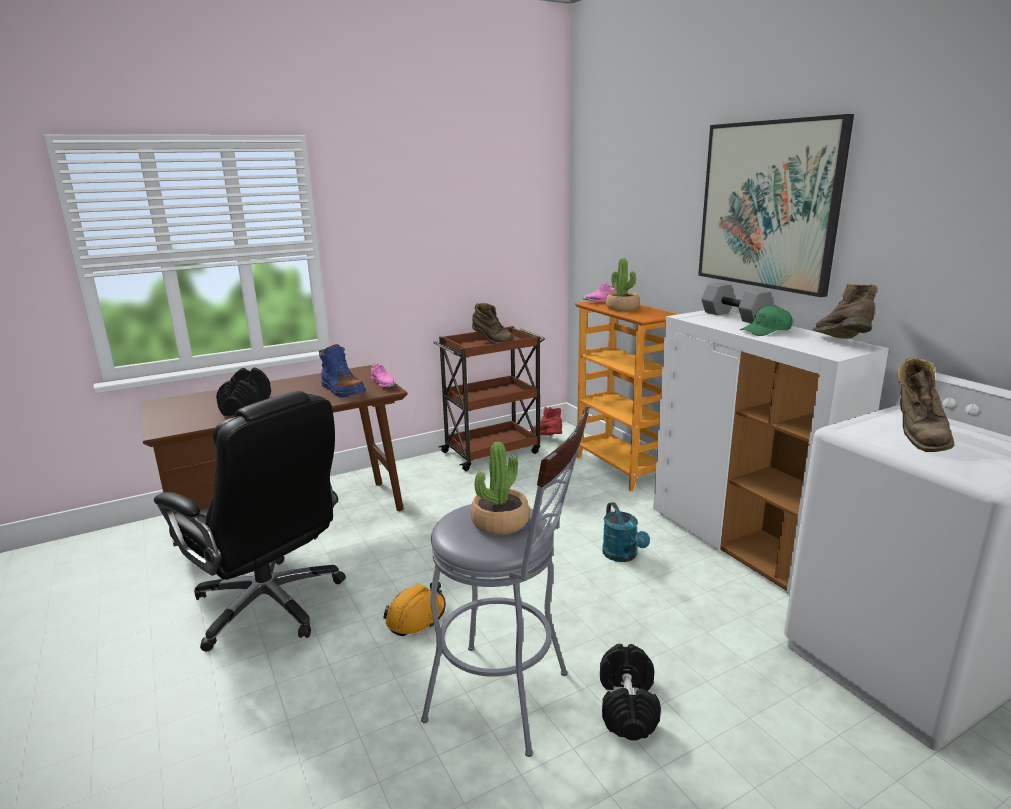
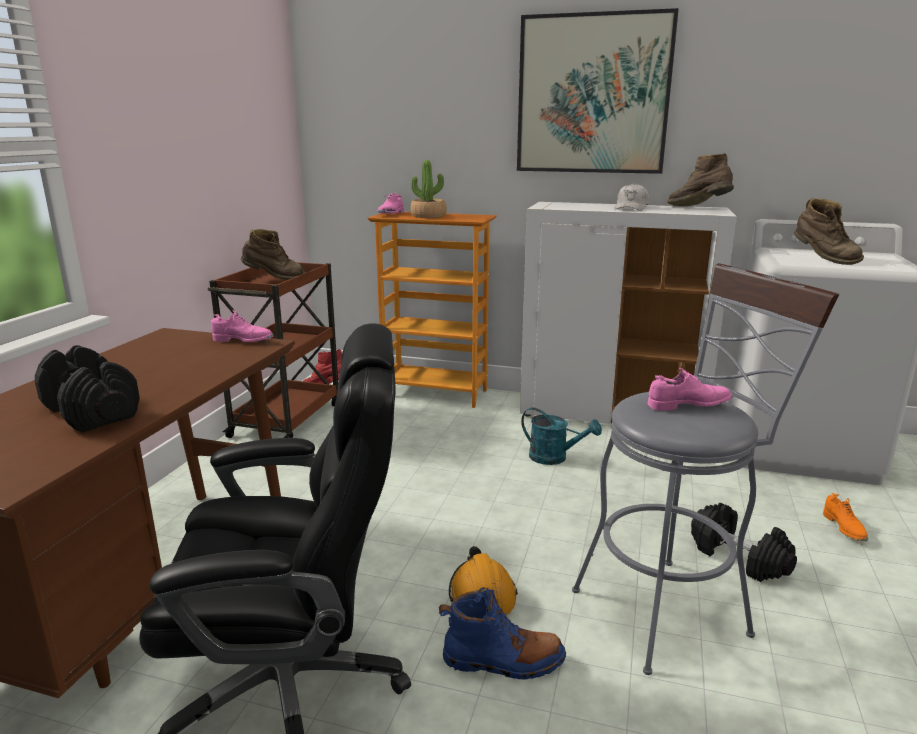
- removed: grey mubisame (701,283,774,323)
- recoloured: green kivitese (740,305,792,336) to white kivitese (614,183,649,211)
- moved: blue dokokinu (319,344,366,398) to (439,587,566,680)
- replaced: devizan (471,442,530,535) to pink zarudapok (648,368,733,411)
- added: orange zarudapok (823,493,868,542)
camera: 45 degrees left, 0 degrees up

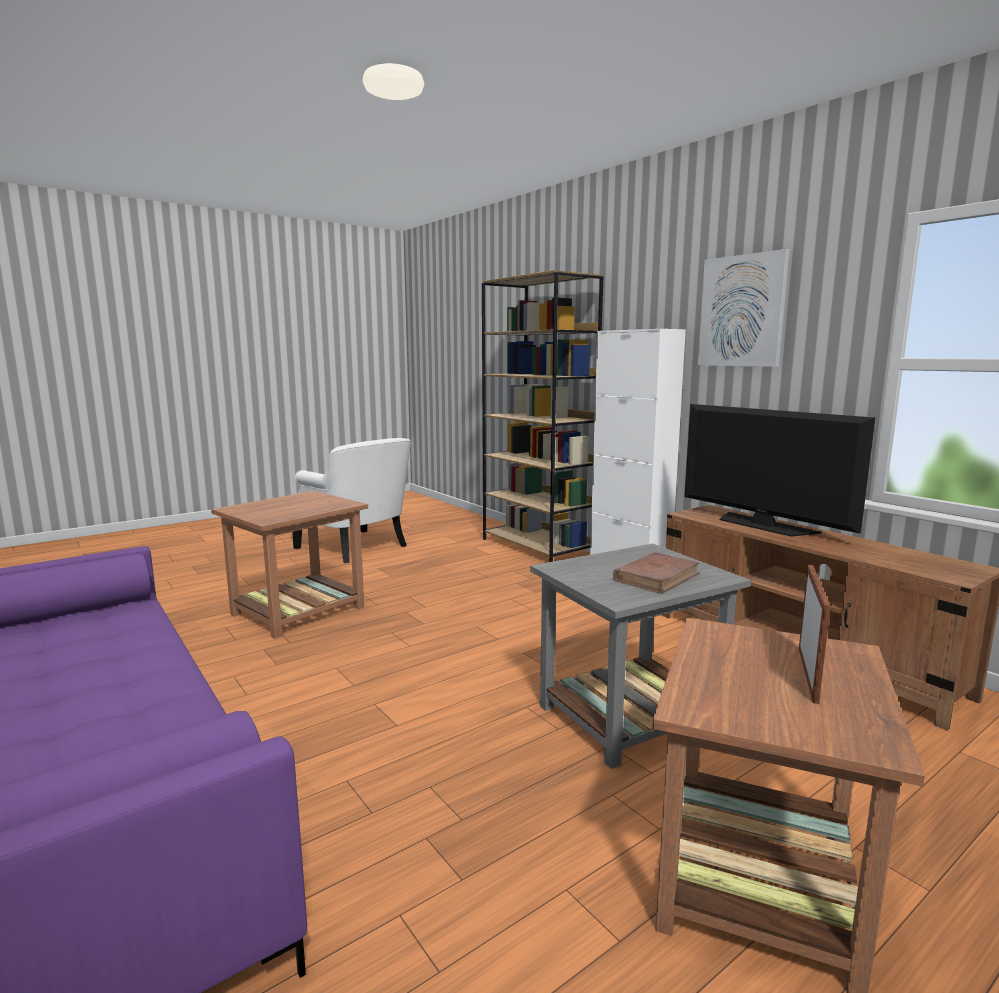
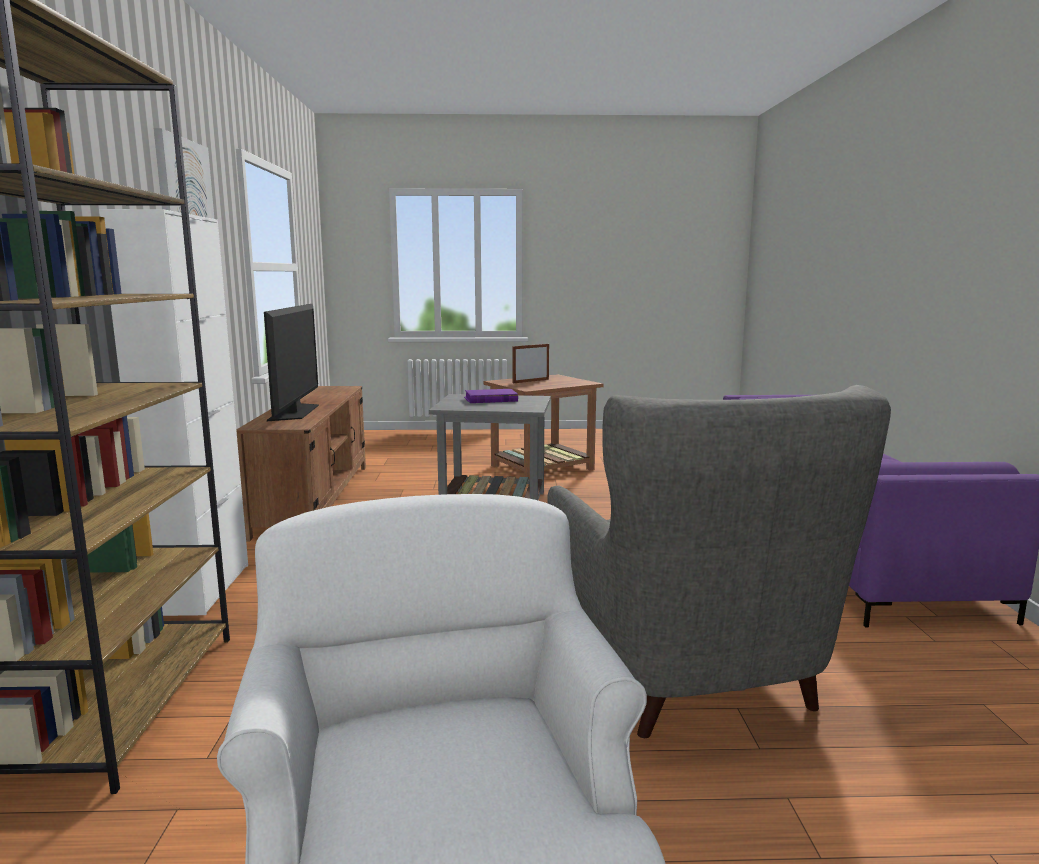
- replaced: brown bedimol (211,491,368,639) to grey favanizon (547,385,891,738)
- recoloured: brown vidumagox (613,552,700,594) to purple vidumagox (464,389,518,403)
camera: 145 degrees left, 0 degrees up

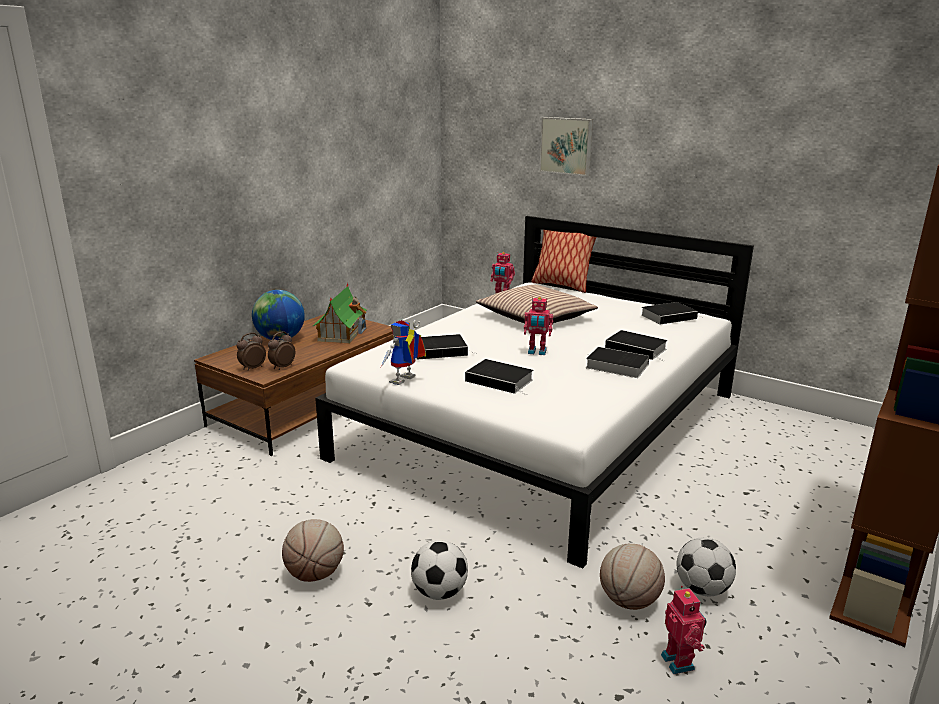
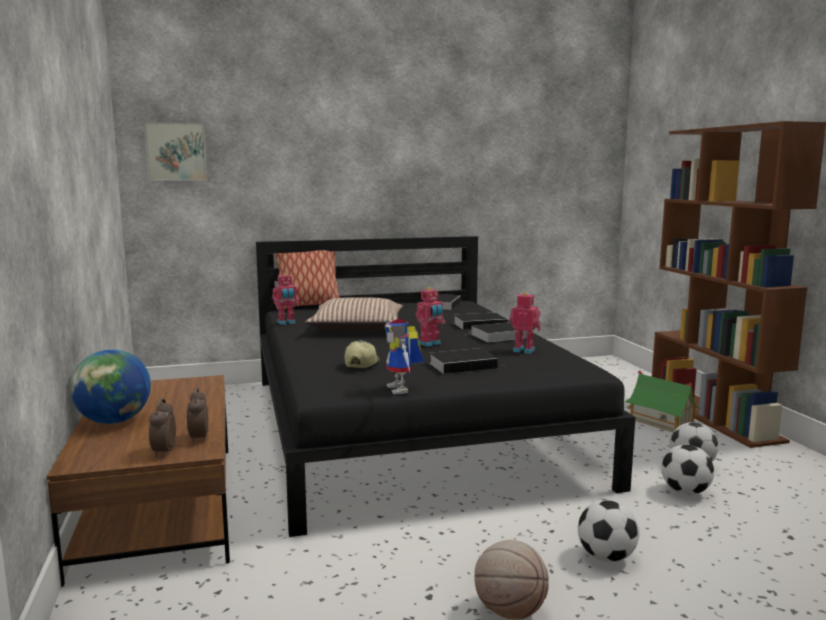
- moved: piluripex (539,117,593,176) to (144,122,207,181)
- recoloured: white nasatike (315,216,754,569) to black nasatike (256,236,635,537)
- moved: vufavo (313,283,367,343) to (625,370,702,432)
- replaced: vidumagox (416,334,476,360) to kivitese (344,340,380,368)
- replaced: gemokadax (600,544,665,610) to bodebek (661,445,714,495)
- moved: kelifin (661,586,707,674) to (509,292,541,354)
camera: 50 degrees left, 10 degrees down

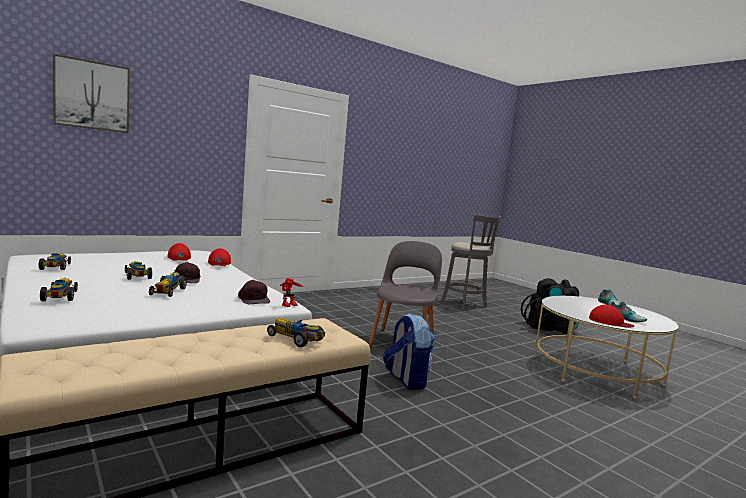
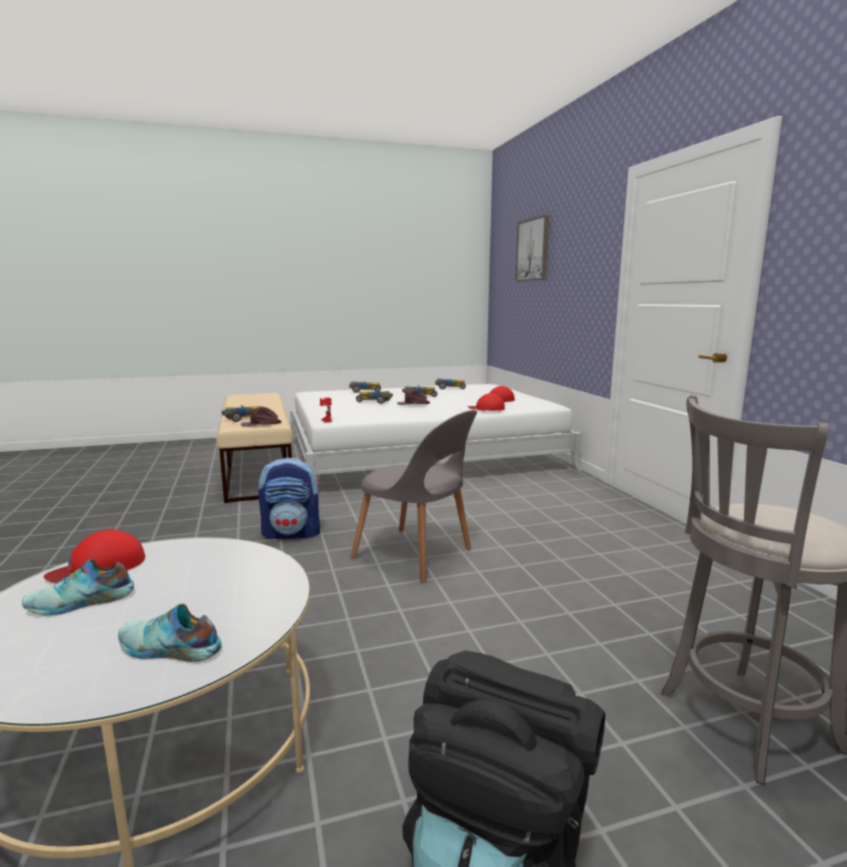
- moved: brown kivitese (238,280,270,304) to (241,406,281,427)
camera: 110 degrees right, 5 degrees up

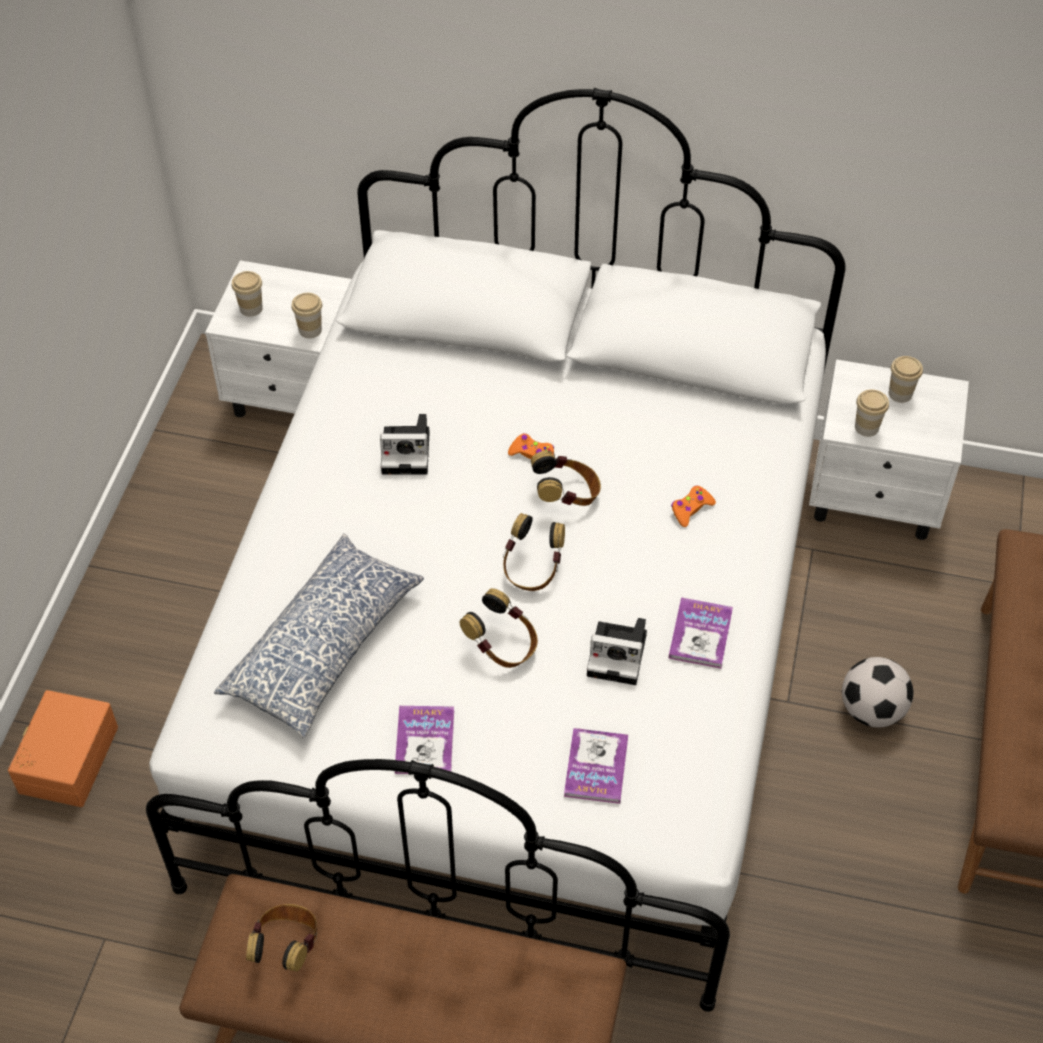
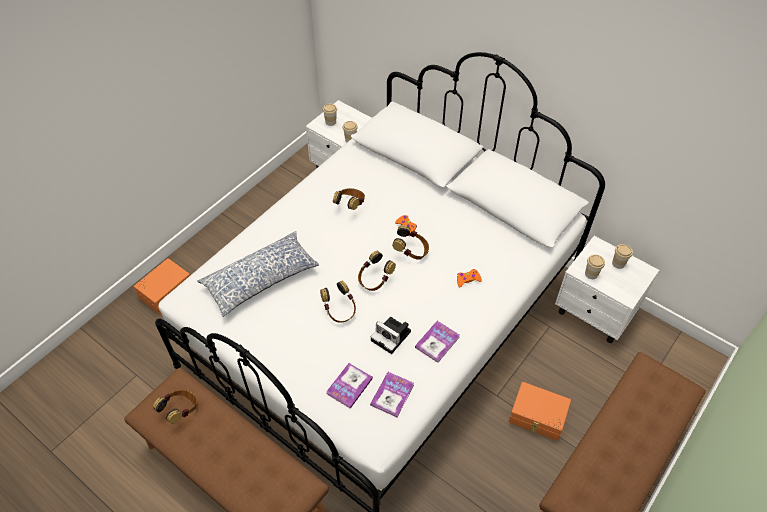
- replaced: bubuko (380,414,430,475) to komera (333,188,365,210)
- replaced: bodebek (842,657,914,728) to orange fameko (508,382,571,441)
- moved: vidumagox (395,706,454,774) to (370,372,414,417)
camera: 25 degrees right, 0 degrees up

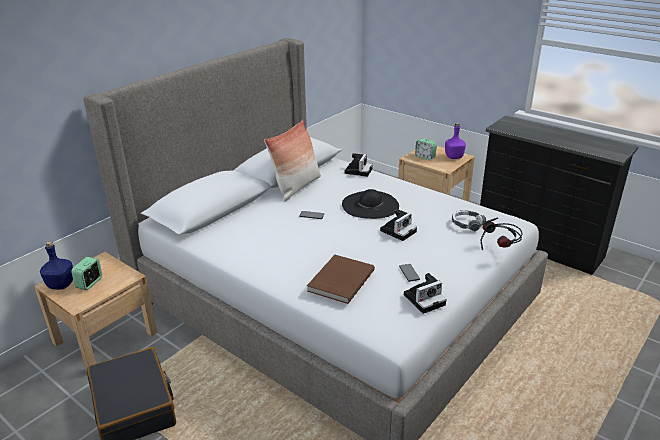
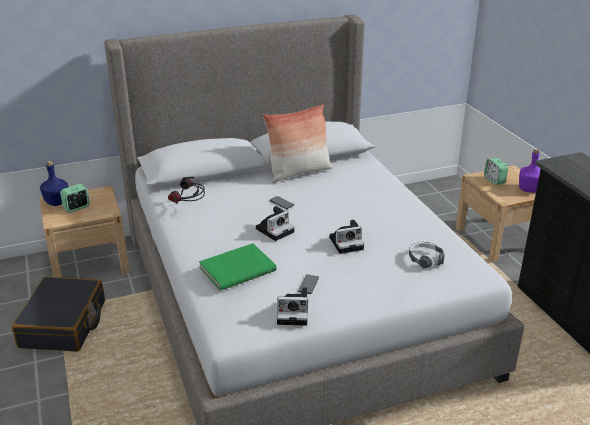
- moved: bubuko (344,153,373,177) to (256,206,294,241)
- removed: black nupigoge (342,189,399,219)
- moved: komera (480,217,523,250) to (168,177,205,204)
- recoloured: brown vidumagox (307,255,375,304) to green vidumagox (199,243,277,291)
camera: 30 degrees right, 0 degrees up

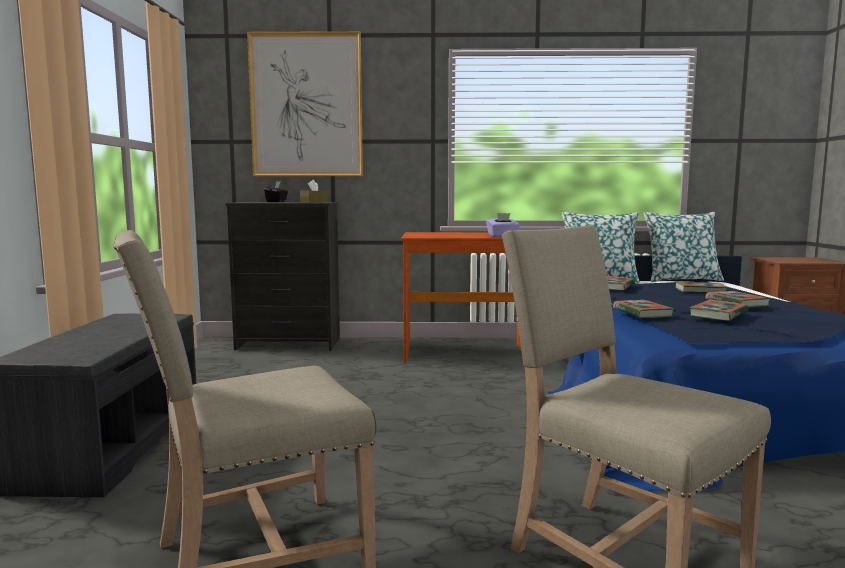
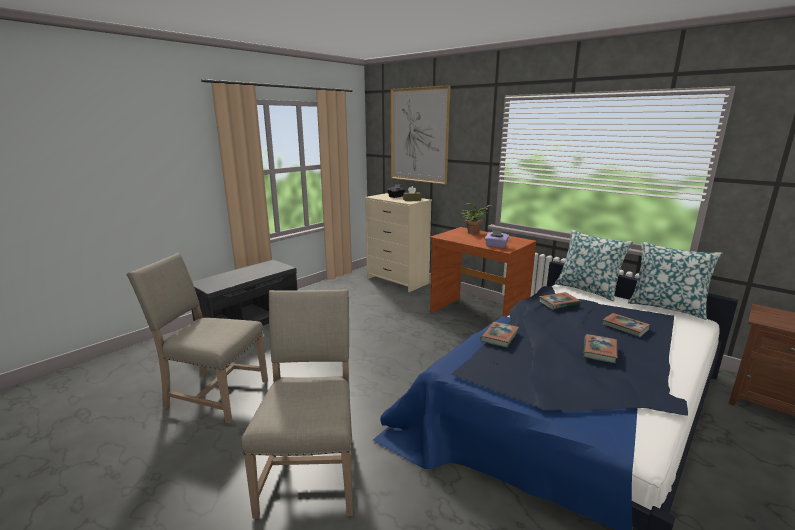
- recoloured: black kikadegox (226,202,340,351) to beige kikadegox (365,193,432,292)
- removed: vidumagox (689,300,748,321)
- added: devizan (461,203,492,234)
camera: 40 degrees right, 10 degrees up

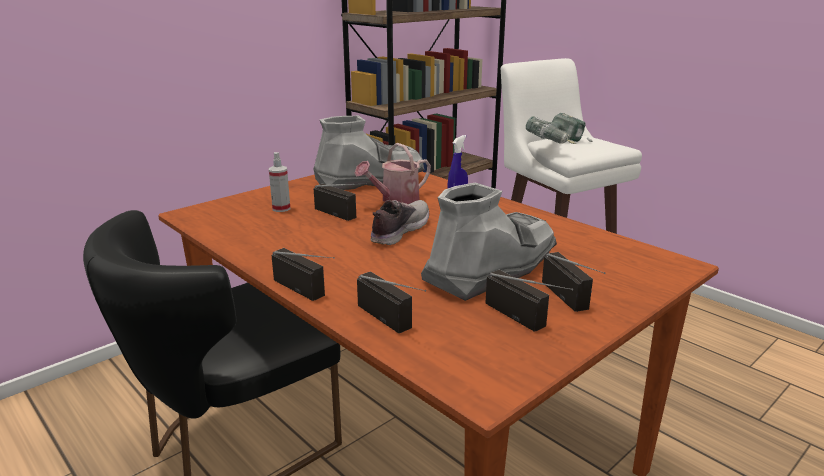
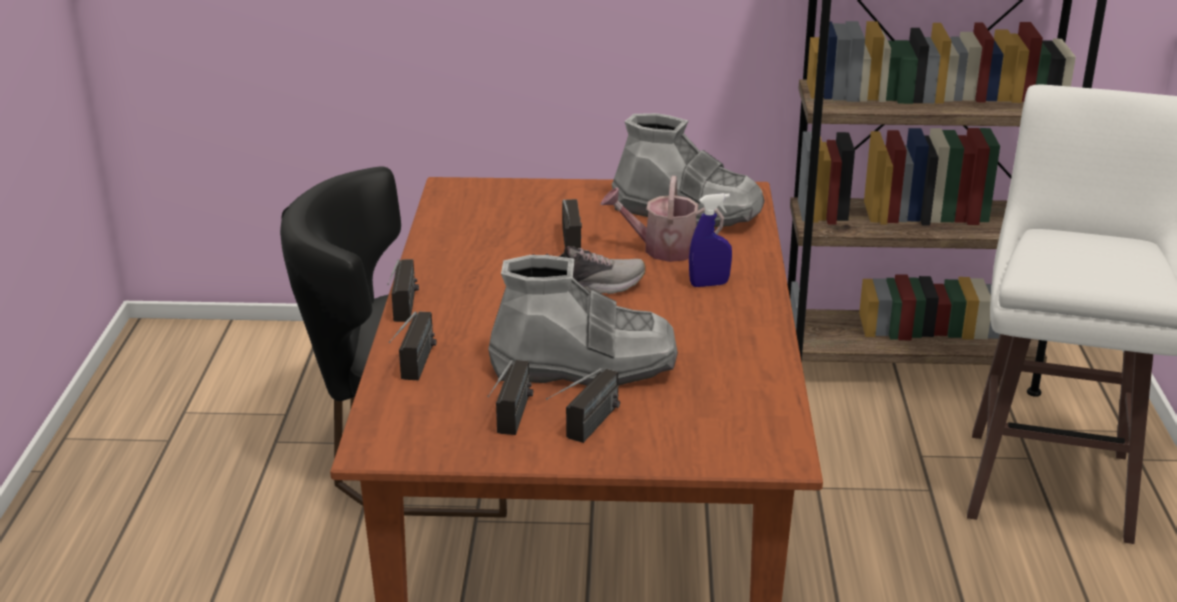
- removed: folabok (526,113,592,144)
- removed: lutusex (269,152,290,212)
camera: 45 degrees right, 5 degrees up

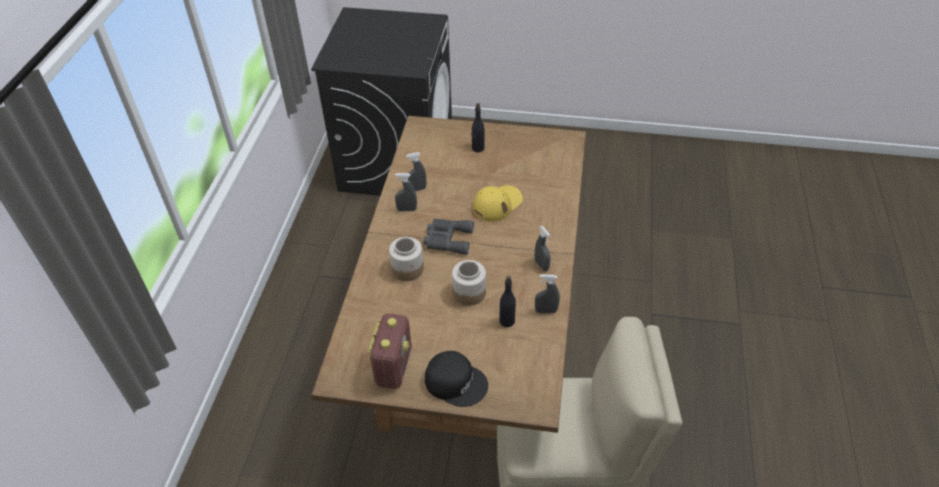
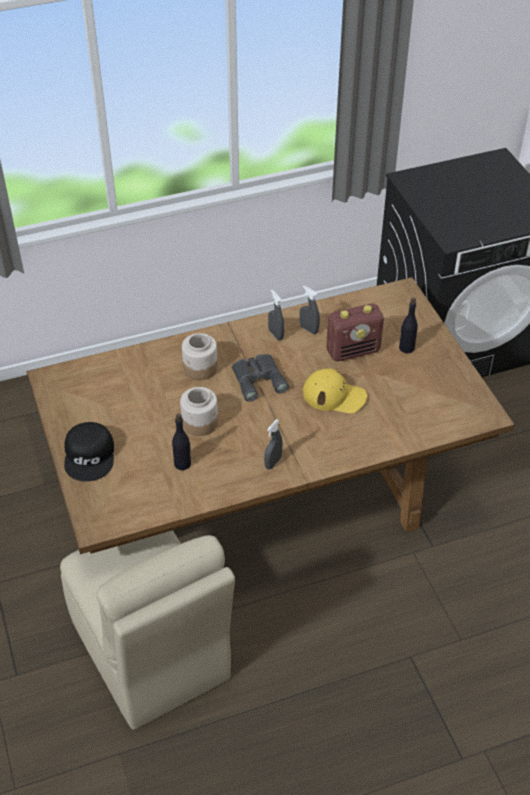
- removed: grey lutusex (535,274,560,313)
- moved: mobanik (368,313,412,389) to (326,303,384,361)
camera: 60 degrees right, 0 degrees up

